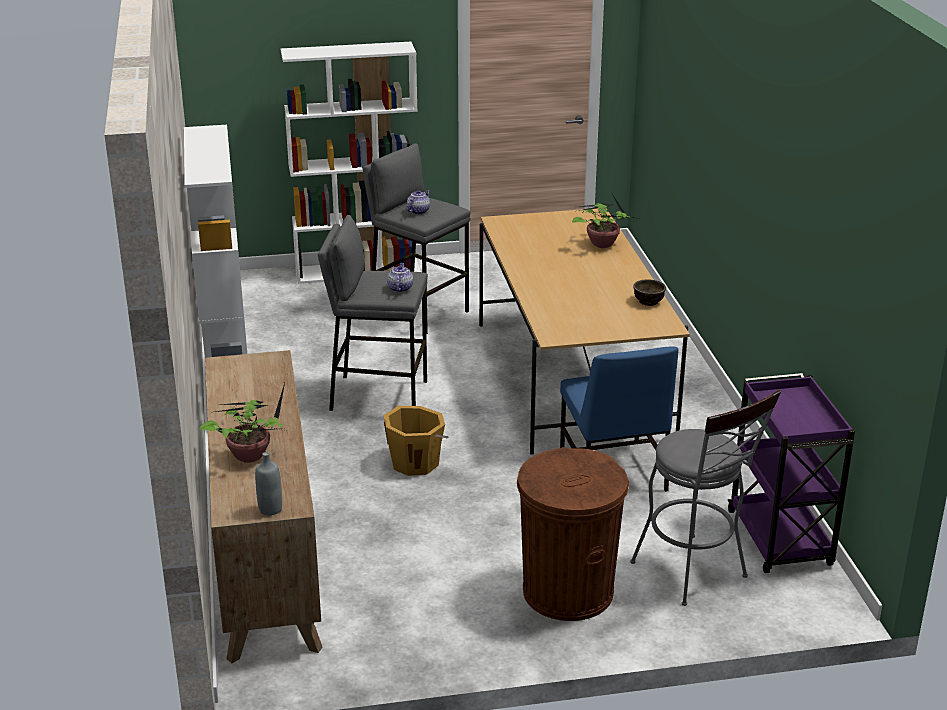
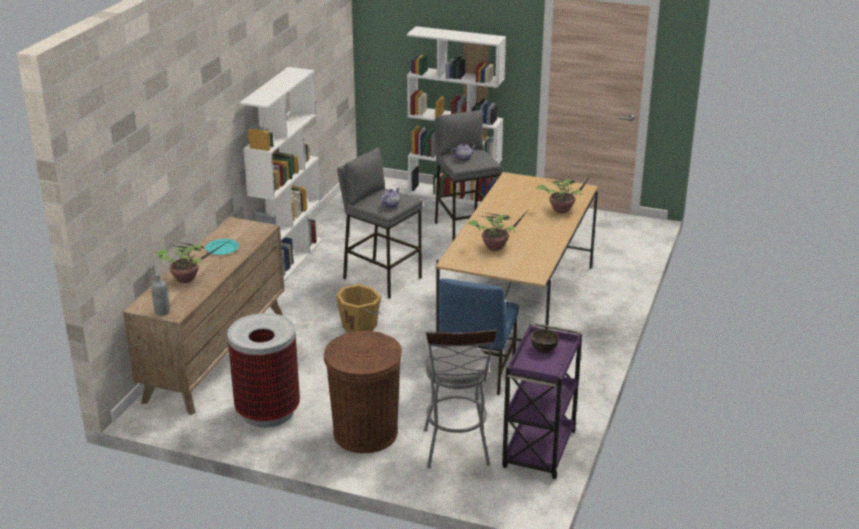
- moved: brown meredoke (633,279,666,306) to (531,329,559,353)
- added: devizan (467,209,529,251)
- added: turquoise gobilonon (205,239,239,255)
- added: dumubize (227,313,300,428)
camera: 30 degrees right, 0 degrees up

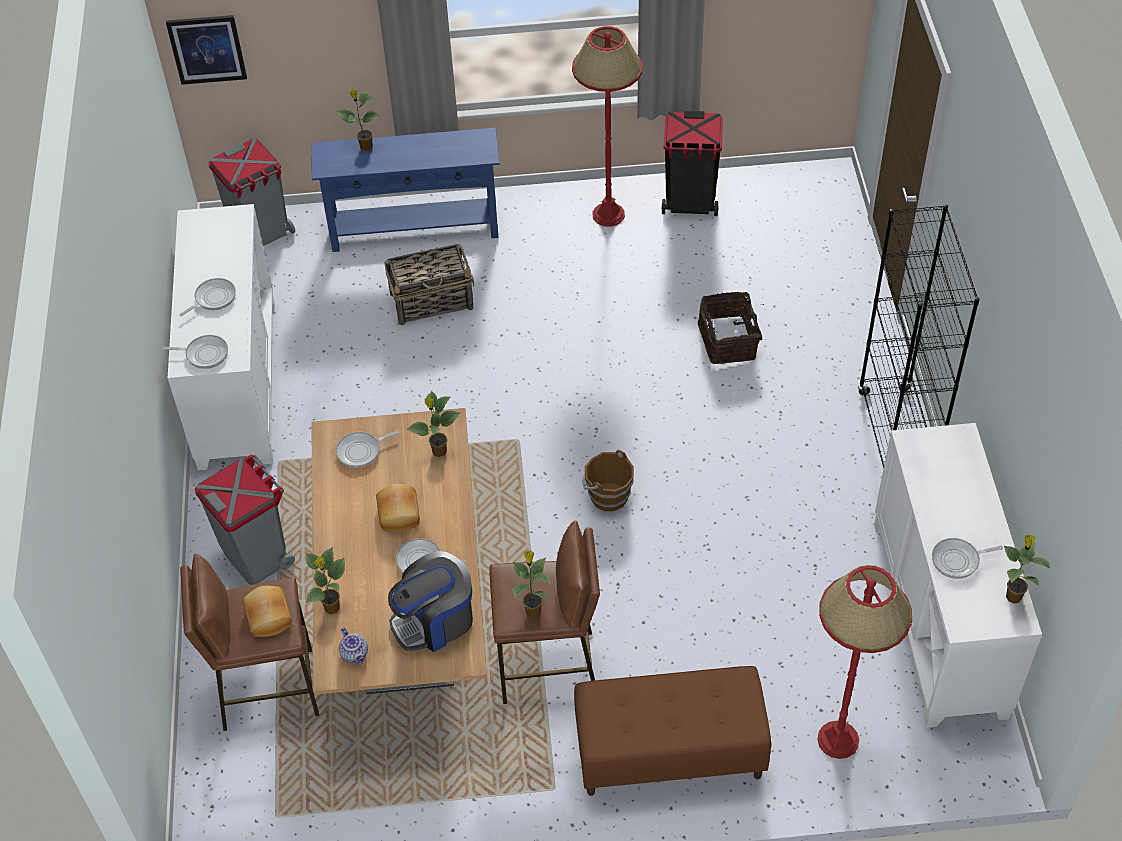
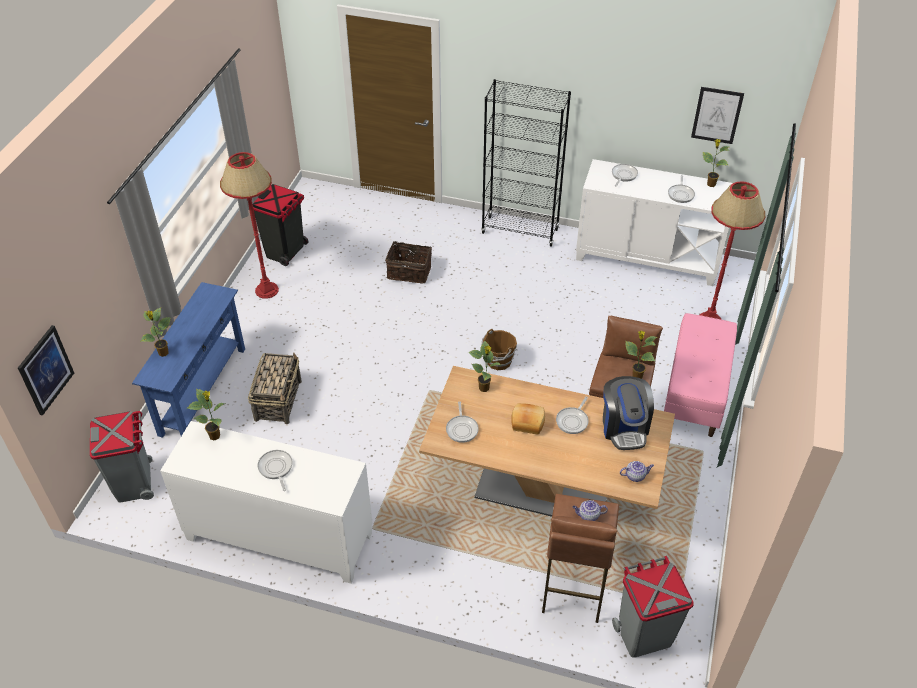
- moved: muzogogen (163,335,228,369) to (612,164,638,187)
- moved: grey dumubize (195,454,295,585) to (612,556,694,658)
- moved: devizan (305,547,345,614) to (187,389,224,440)
- replaced: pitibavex (242,586,292,637) to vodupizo (573,500,608,521)
- recoloured: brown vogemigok (574,666,771,796) to pink vogemigok (664,313,737,437)
- added: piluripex (691,87,744,144)
camera: 70 degrees left, 5 degrees down

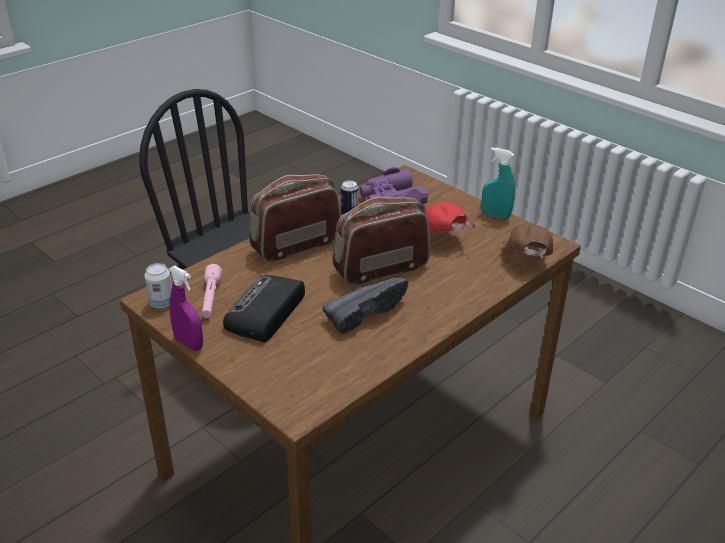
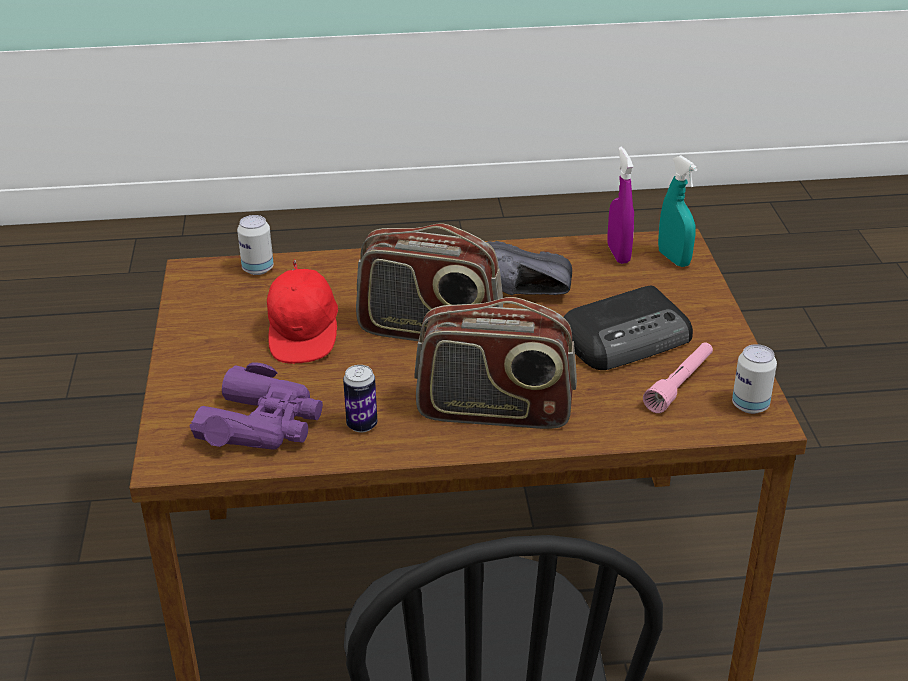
- moved: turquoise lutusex (481,147,515,219) to (658,155,698,267)
- replaced: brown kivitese (502,223,553,259) to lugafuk (237,215,274,275)
- moved: purple lutusex (169,266,203,351) to (608,147,634,264)
camera: 140 degrees left, 0 degrees up

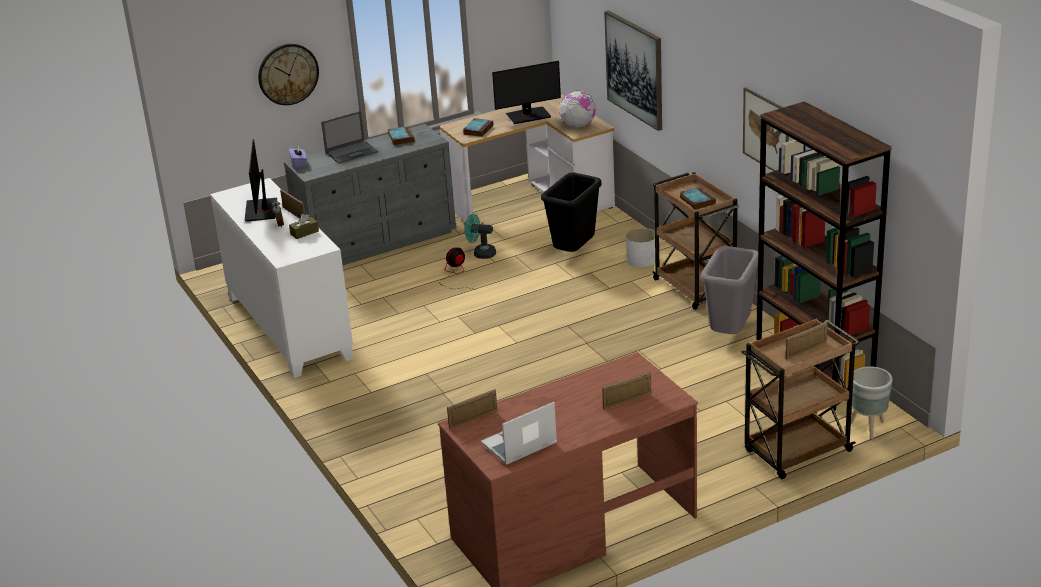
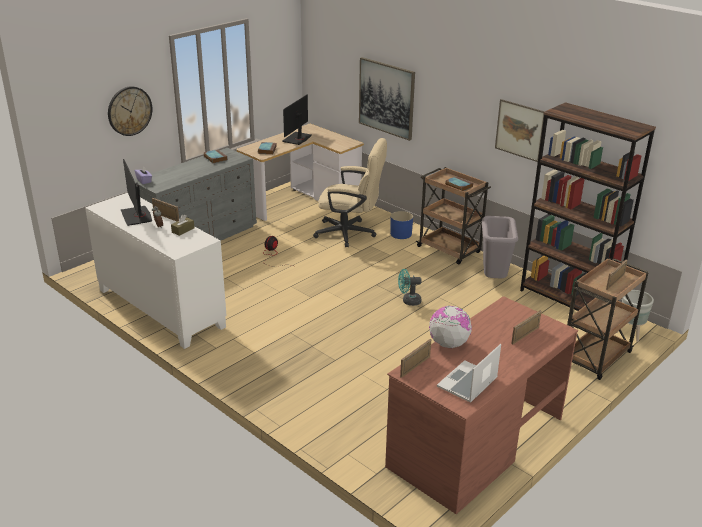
- turned: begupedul (492,61,561,124) = (282,94,312,145) 150 degrees clockwise
- moved: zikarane (559,91,596,127) to (429,306,472,348)
- removed: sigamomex (321,111,378,164)
- replaced: black dumubize (541,173,602,252) to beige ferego (313,138,387,247)
- moved: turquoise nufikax (465,214,496,259) to (398,269,421,306)
- recoloured: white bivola (626,228,655,268) to blue bivola (390,211,413,239)
camera: 20 degrees left, 0 degrees up

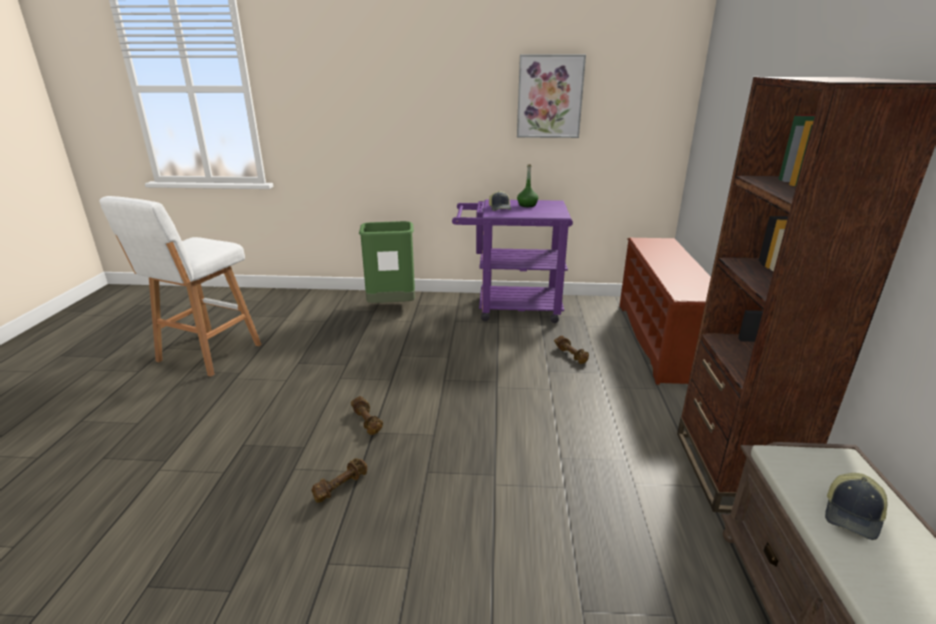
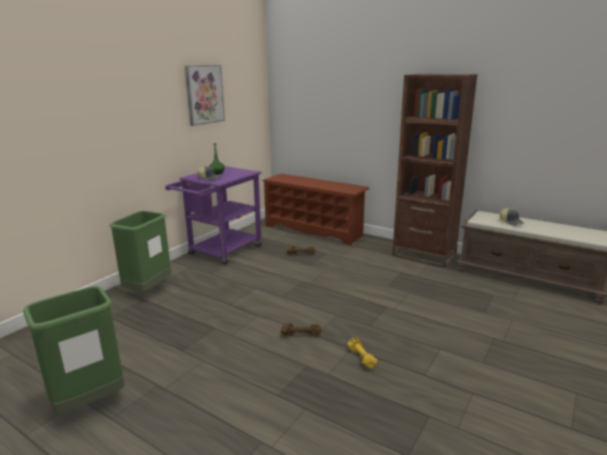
- replaced: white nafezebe (99,196,262,377) to green dumubize (23,286,124,414)
- recoloured: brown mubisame (311,458,367,503) to yellow mubisame (348,338,377,369)
camera: 60 degrees left, 5 degrees down

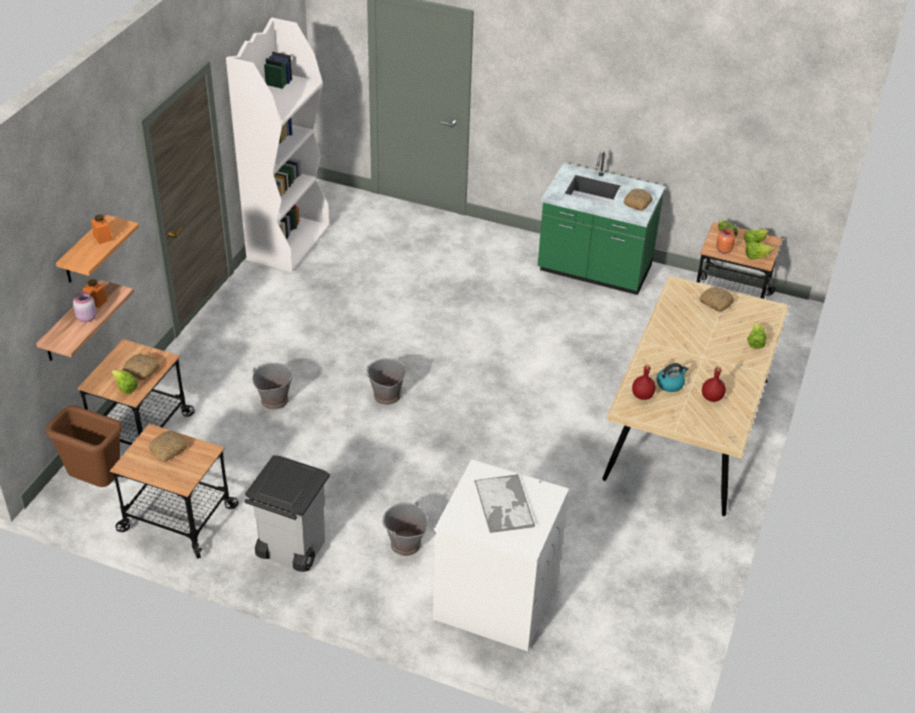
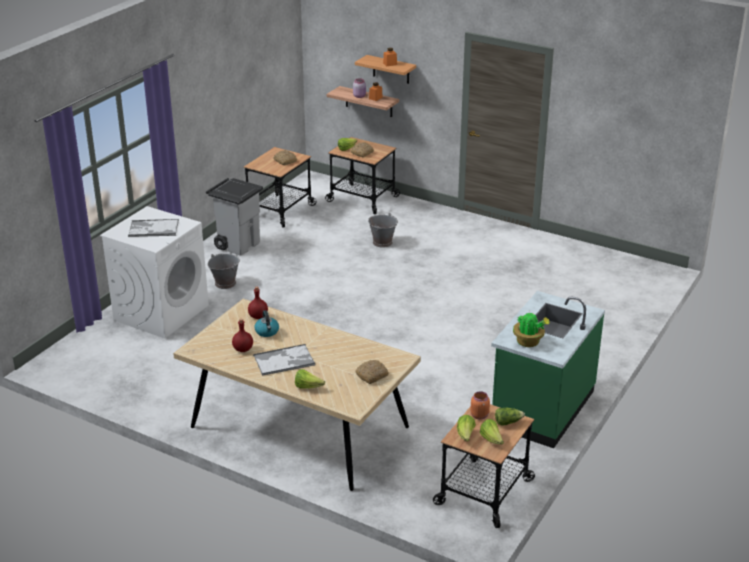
- removed: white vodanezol (226,17,330,272)
- replaced: pitibavex (624,189,653,211) to devizan (513,312,550,347)
- removed: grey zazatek (366,358,407,405)
- removed: brown dumubize (45,405,122,487)
- added: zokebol (253,344,315,376)
camera: 100 degrees right, 10 degrees down

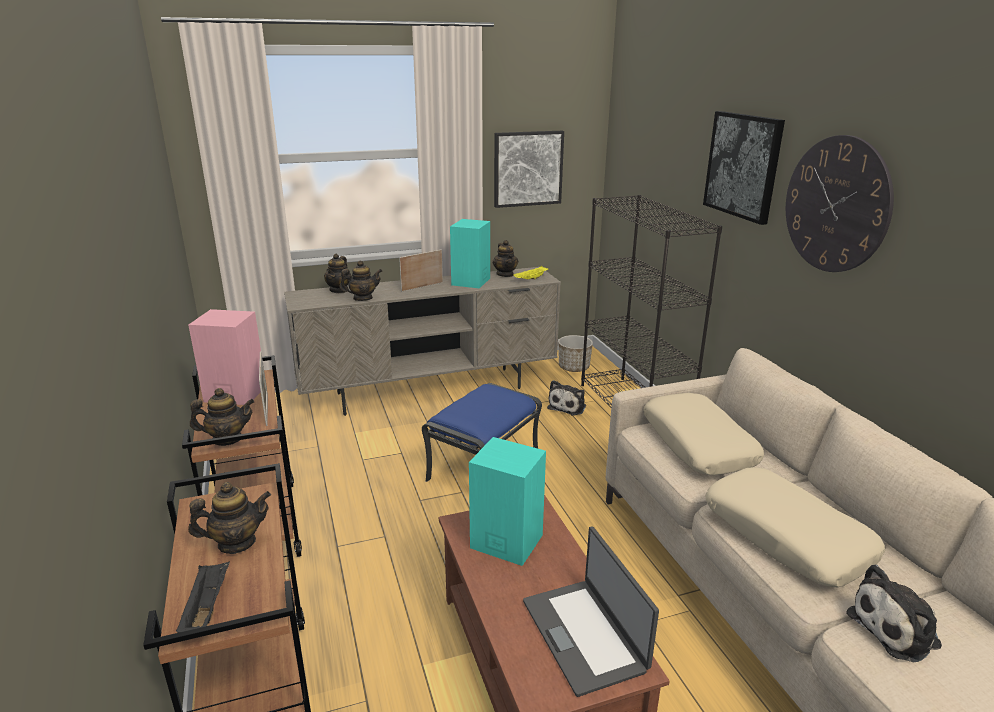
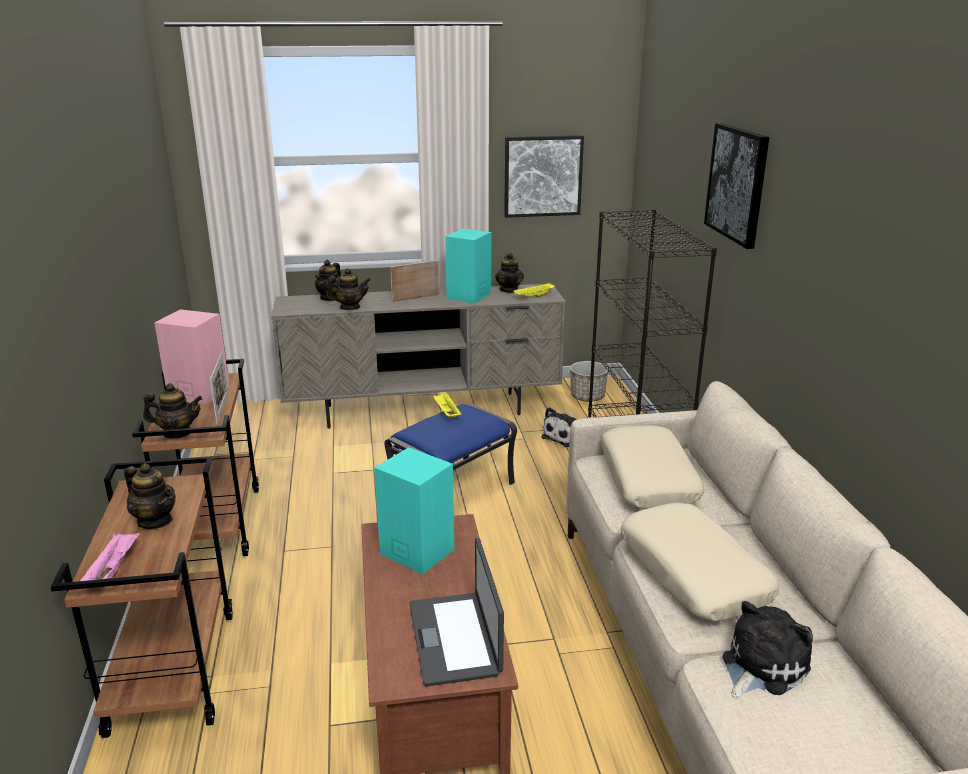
- removed: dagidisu (786,135,894,272)
- turned: vodupizo (188,482,271,554) = (124,463,176,529) 45 degrees clockwise
- recoloured: black zokebol (176,562,230,633) to pink zokebol (80,533,141,581)
- turned: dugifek (846,565,942,663) = (723,601,813,699) 150 degrees clockwise
- added: yellow zokebol (433,393,461,418)
camera: 10 degrees right, 0 degrees up

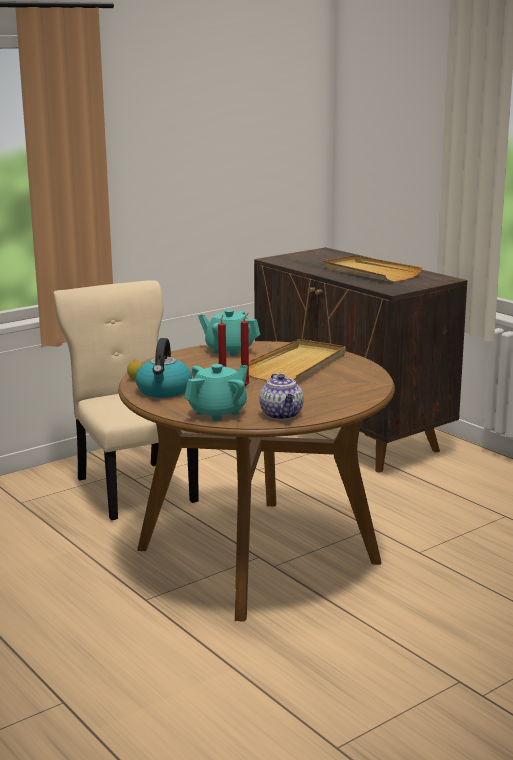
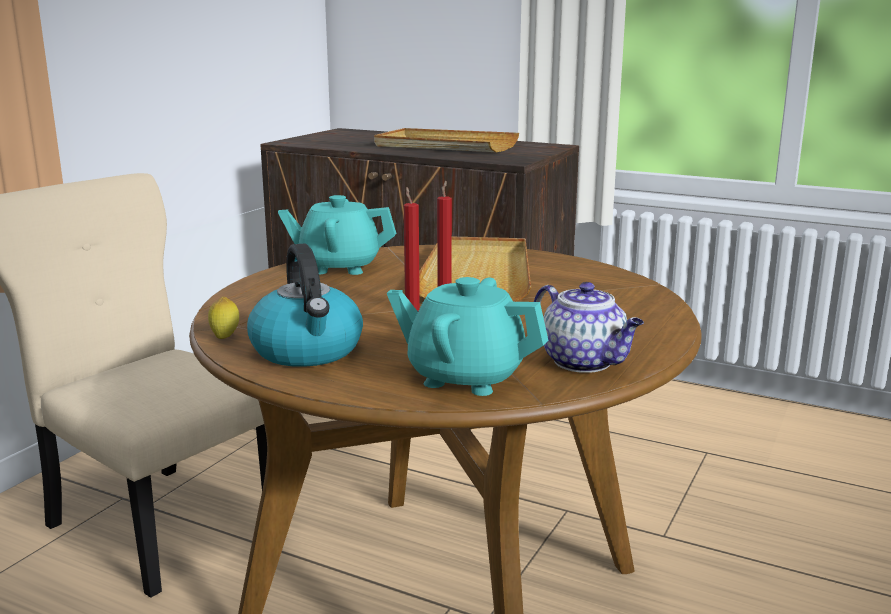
- turned: turquoise vodupizo (184,364,248,421) = (387,277,548,396) 90 degrees counterclockwise
camera: 25 degrees left, 0 degrees up

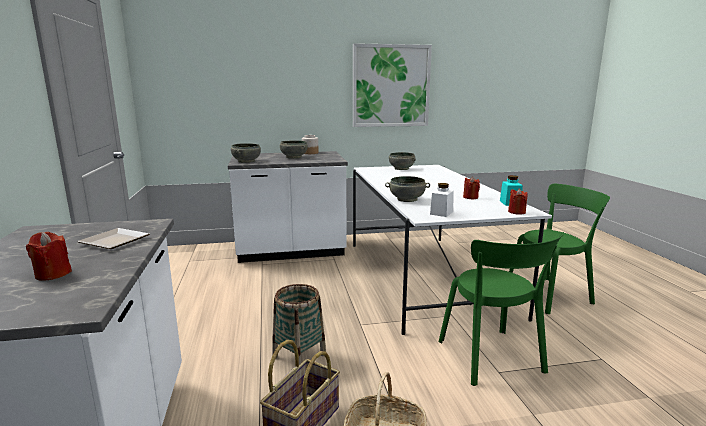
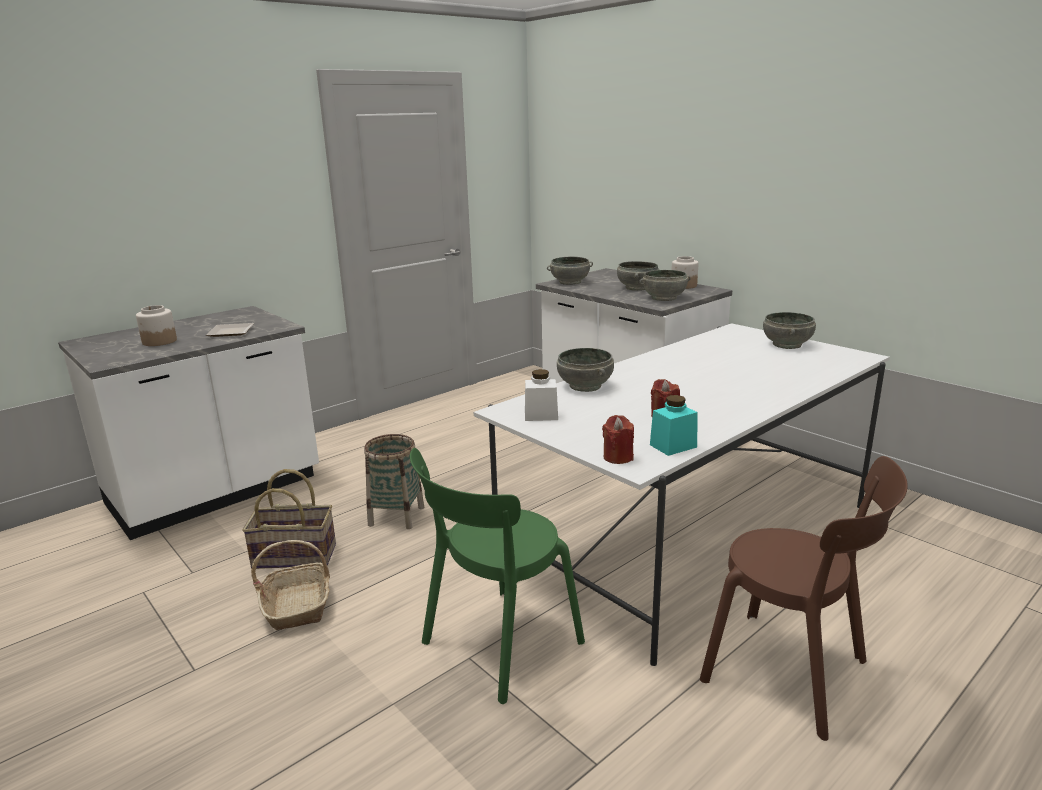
- removed: piluripex (353,43,432,127)
- recoloured: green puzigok (509,184,610,314) to brown puzigok (700,456,908,741)
- replaced: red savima (26,232,72,280) to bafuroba (136,305,177,346)
- added: grey meredoke (639,270,691,301)
camera: 60 degrees right, 5 degrees up

